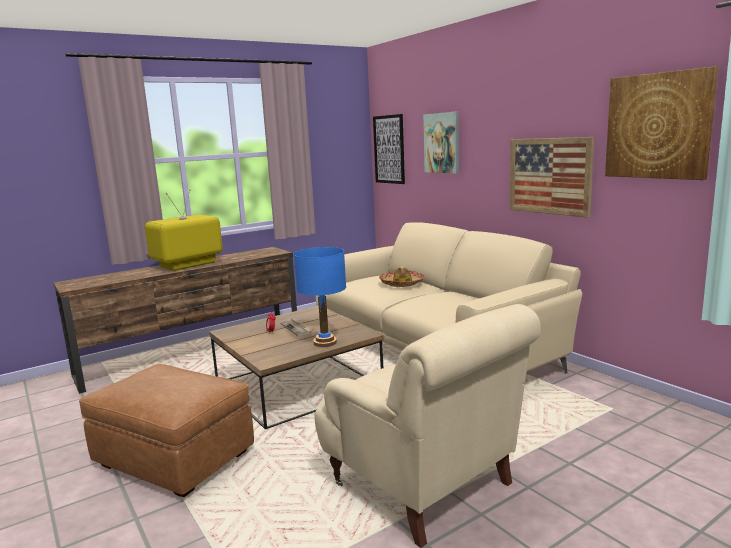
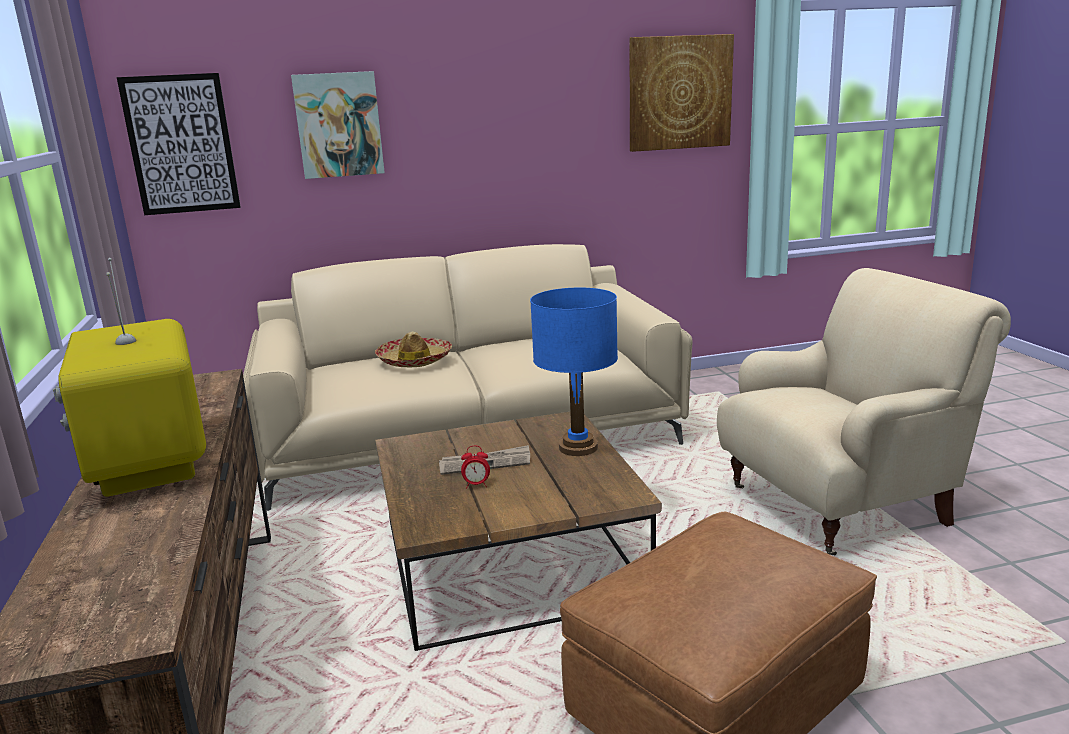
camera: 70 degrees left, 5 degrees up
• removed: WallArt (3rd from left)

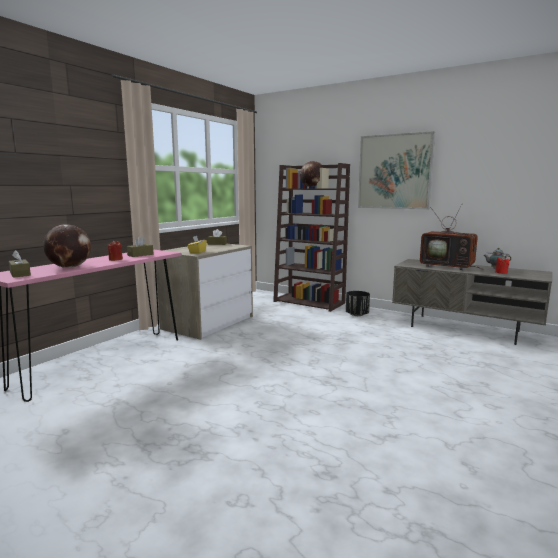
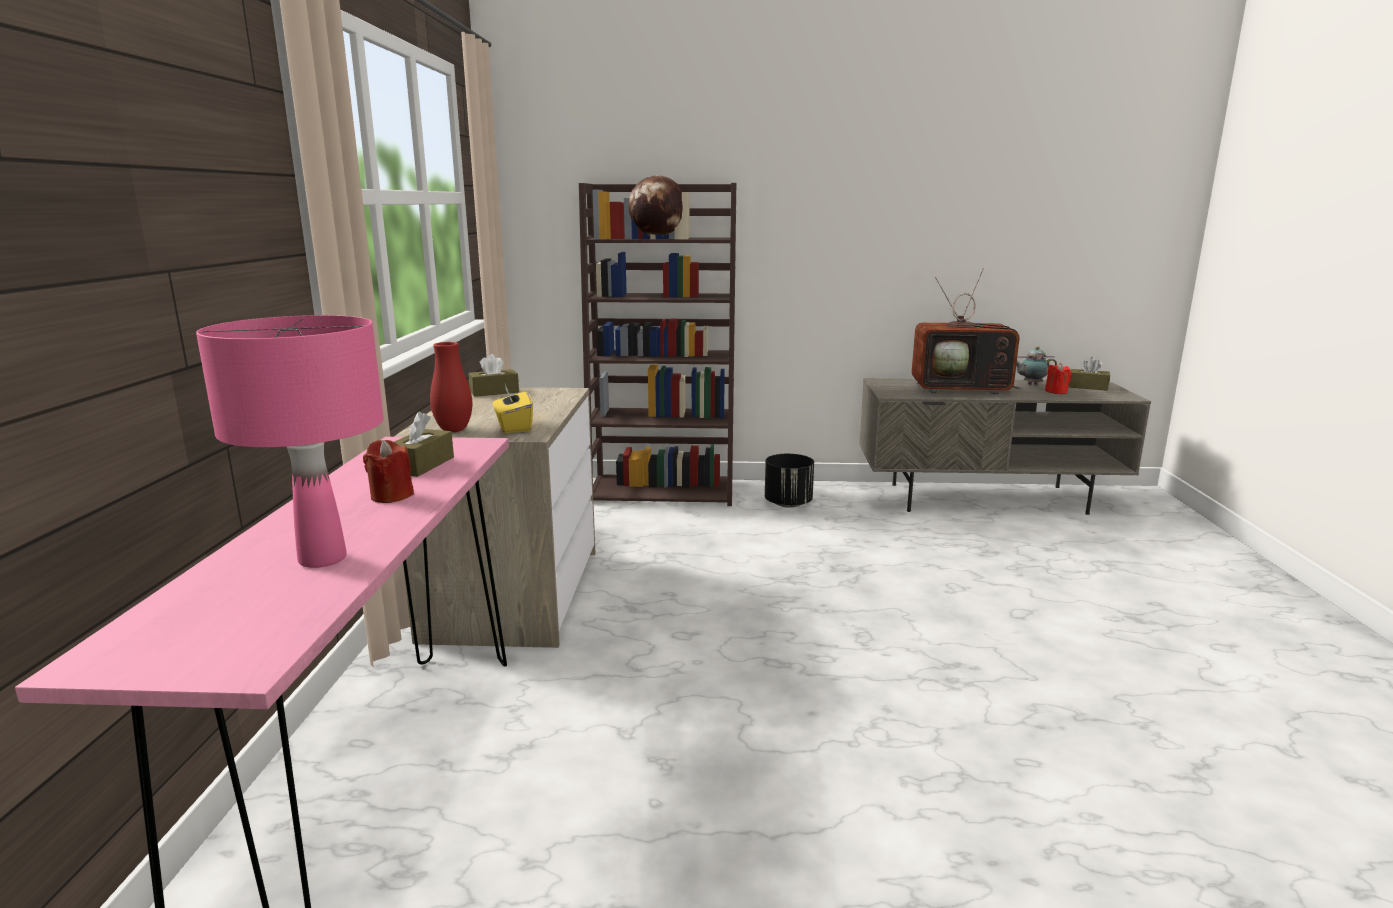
camera: 30 degrees left, 5 degrees up
• removed: WallArt
• replaced: DeskGlobe (1st from left) to PinkTableLamp
• moved: BrownBoxOfTissues (1st from left in the first image) to BrownBoxOfTissues (3rd from left)
• added: RedColouredVase

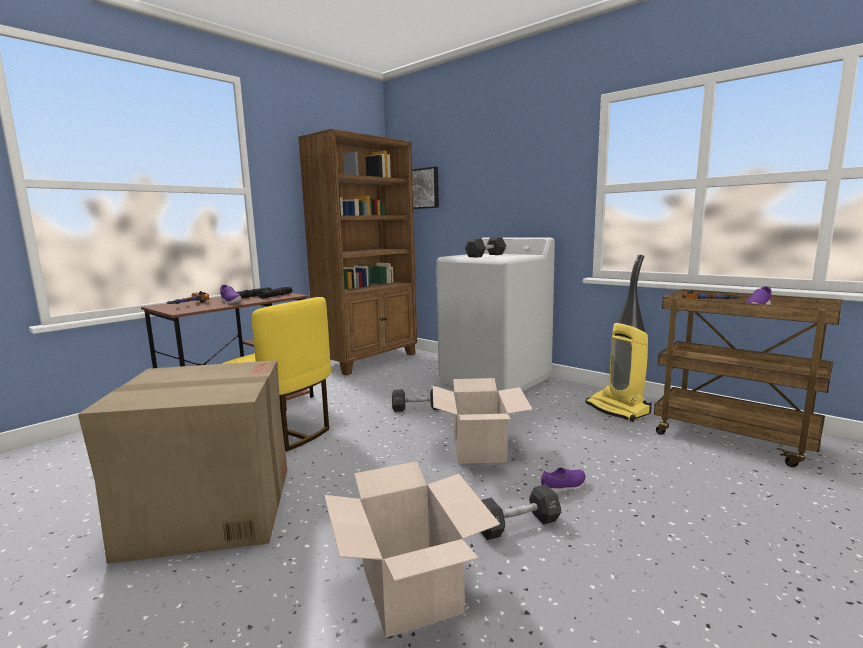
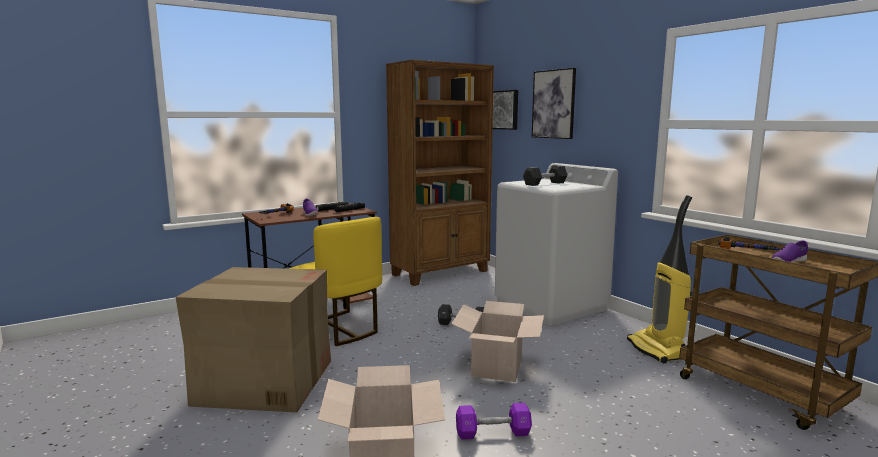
camera: 15 degrees right, 0 degrees up
• removed: PurpleColouredItemOfFootwear (2nd from left)
• recoloured: BlackishHandWeight (3rd from left) to PurpleColouredHandWeight
• added: WallArt (2nd from left)

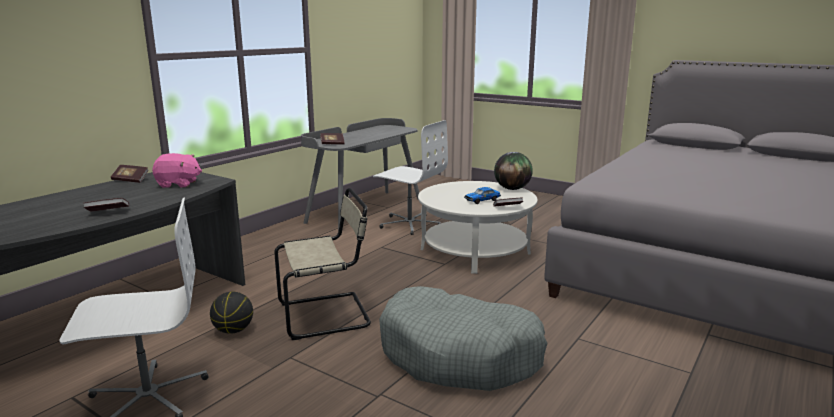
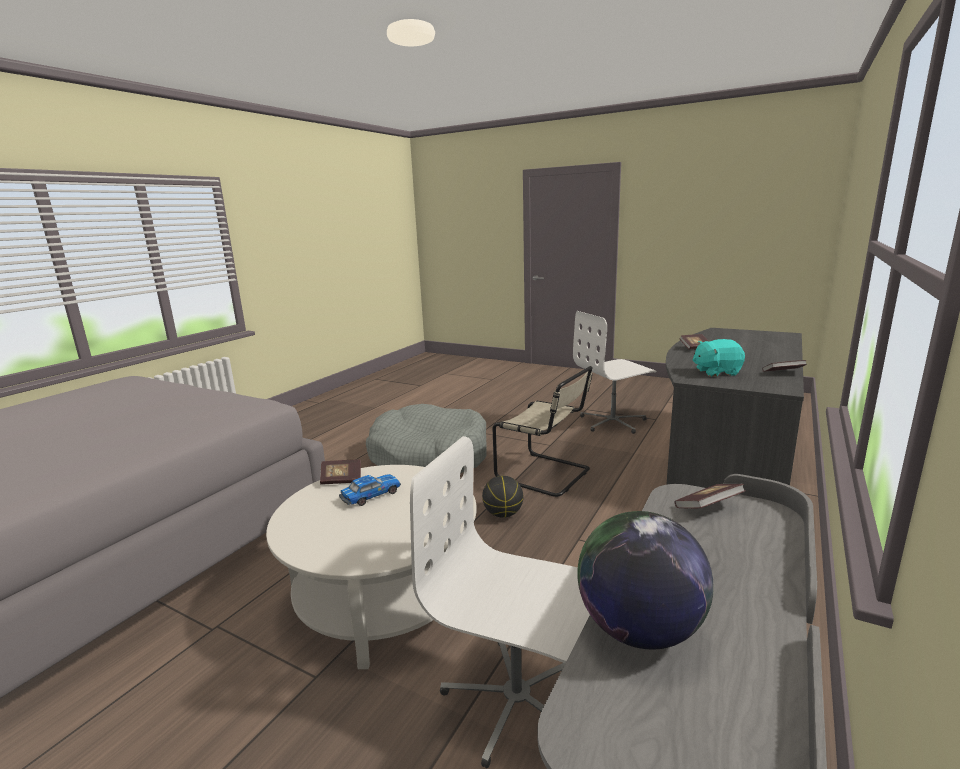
camera: 175 degrees right, 0 degrees up
• moved: DeskGlobe
• recoloured: PinkCuddlyToy to BlueGreenCuddlyToy
• turned: BeigeChair 120 degrees counterclockwise
• moved: BasketballBall

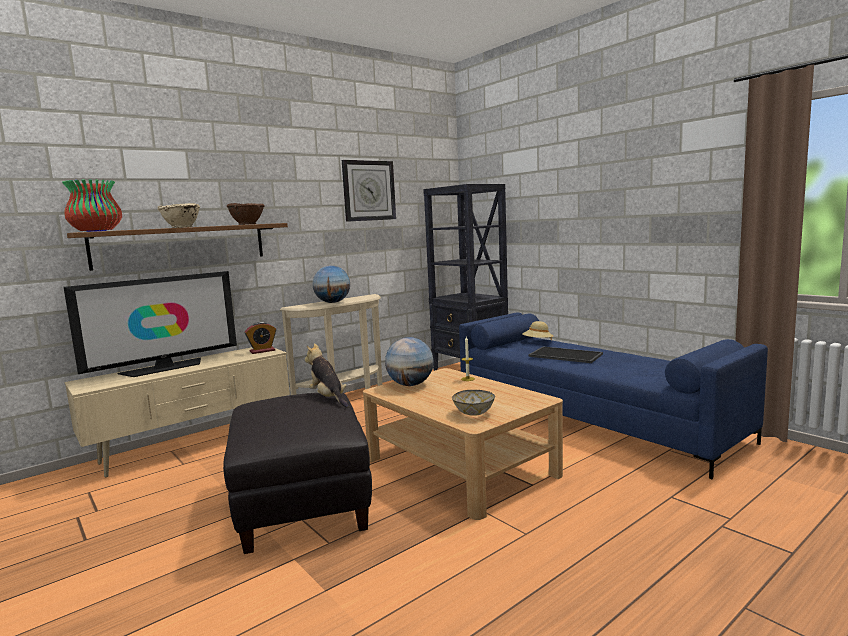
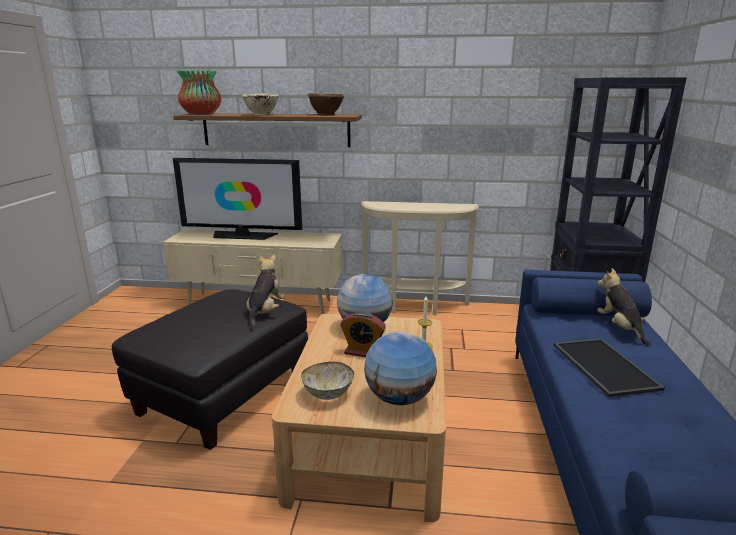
camera: 45 degrees right, 10 degrees up
• removed: ClockOnTheWall
• moved: DeskGlobe (1st from left in the first image) to DeskGlobe (2nd from left)
• replaced: BeigeClothingHat to CuddlyToy (2nd from left)
• moved: BedsideClock

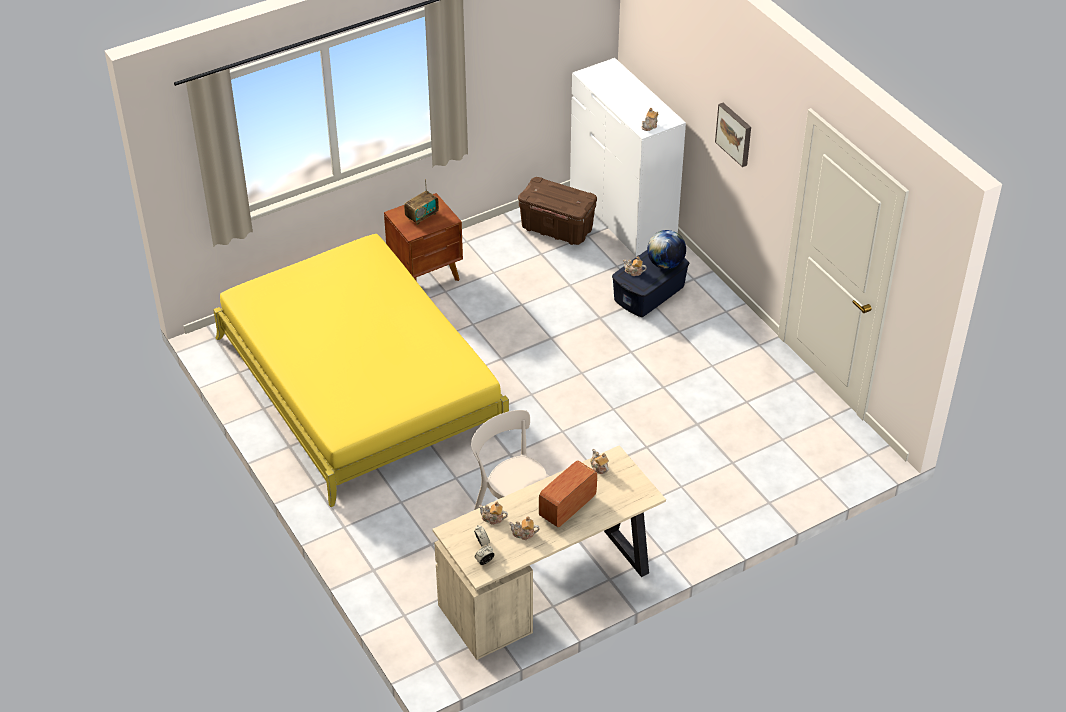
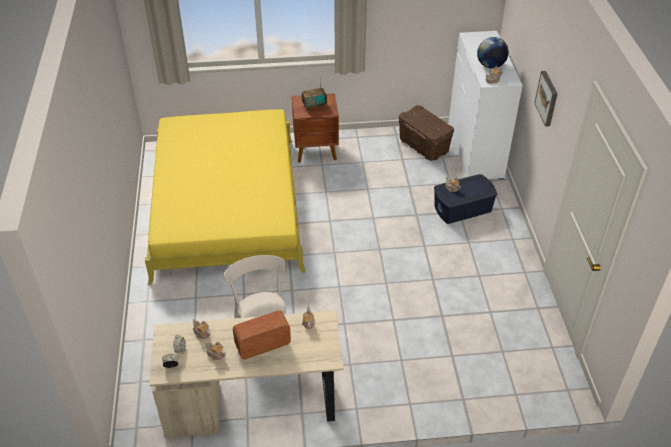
camera: 25 degrees right, 0 degrees up
• moved: DeskGlobe

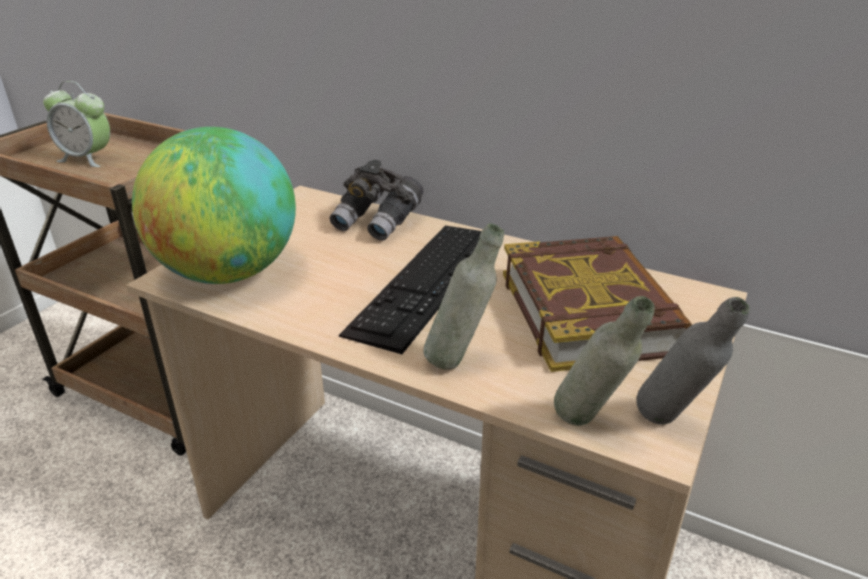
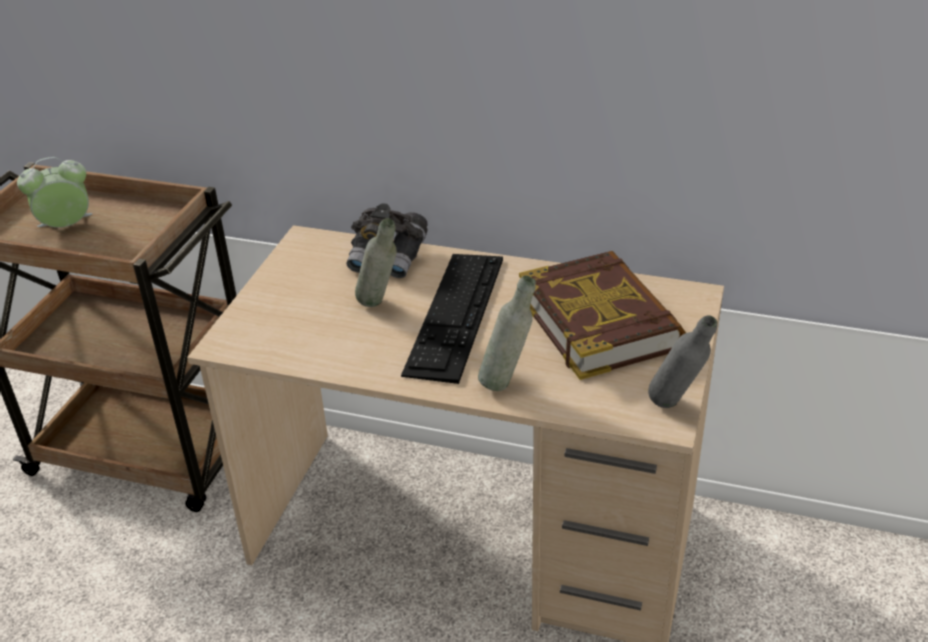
camera: 10 degrees left, 5 degrees up
• turned: BedsideClock 150 degrees clockwise
• removed: DeskGlobe
• moved: GrayBottle (2nd from left in the first image) to GrayBottle (1st from left)

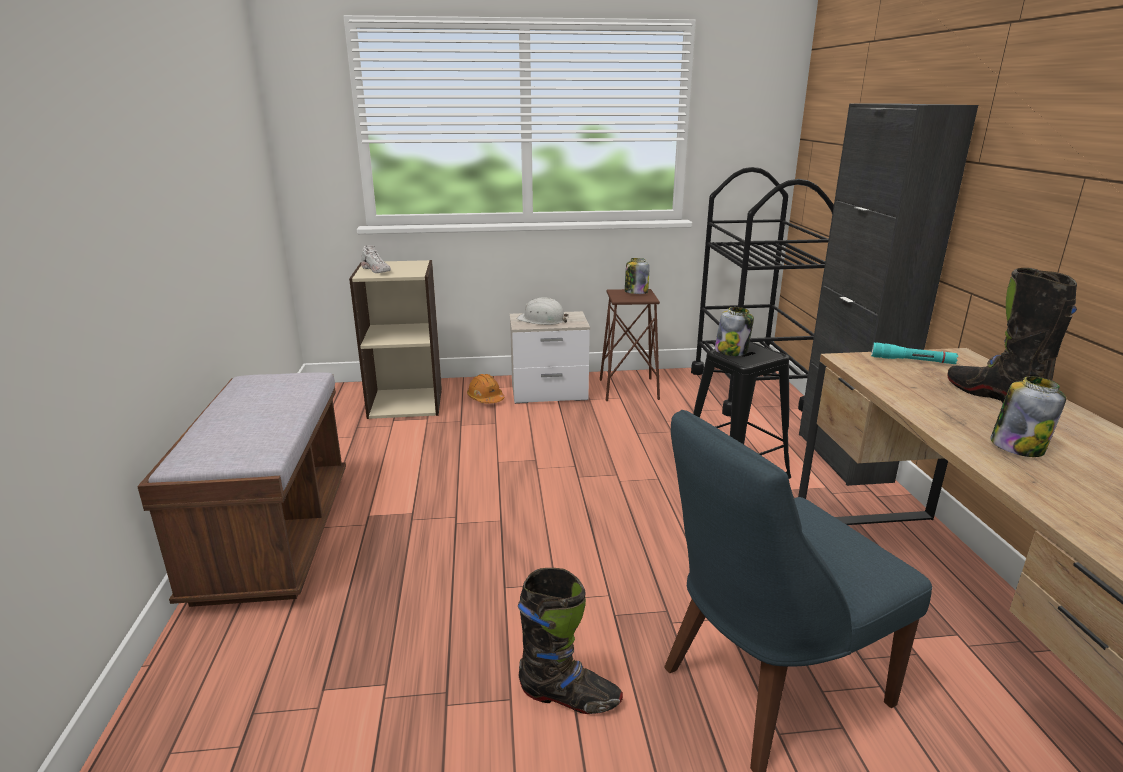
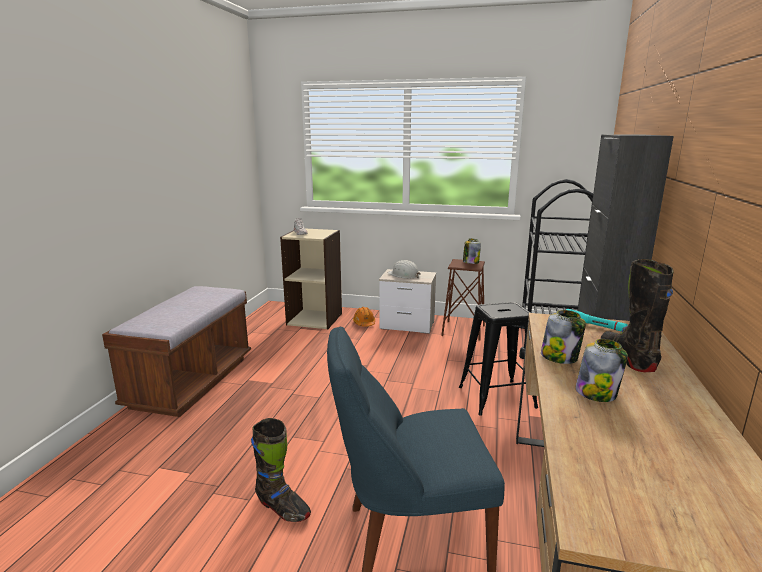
camera: 20 degrees right, 5 degrees down
• moved: PreserveJar (2nd from left)

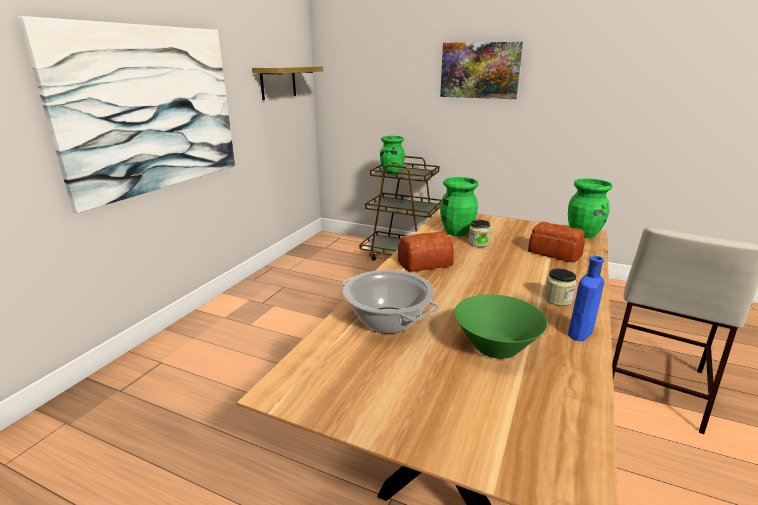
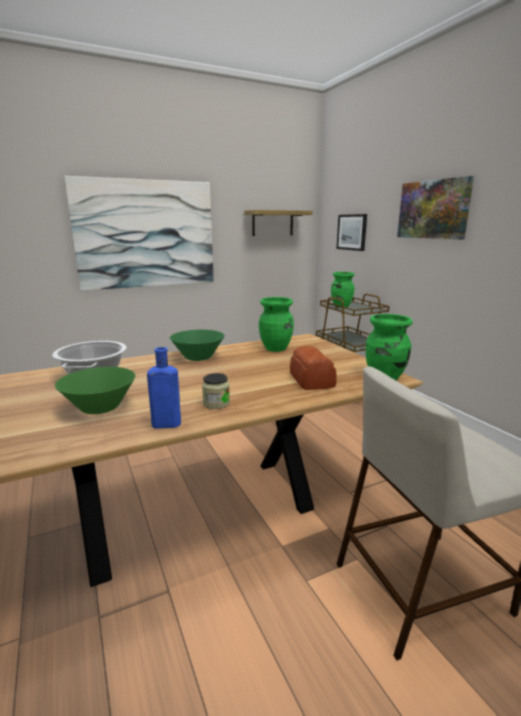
camera: 40 degrees right, 5 degrees down
• removed: PreserveJar (1st from left)
• replaced: BakeryBread (1st from left) to GreenServingBowl (2nd from left)
• added: WallArt (2nd from left)

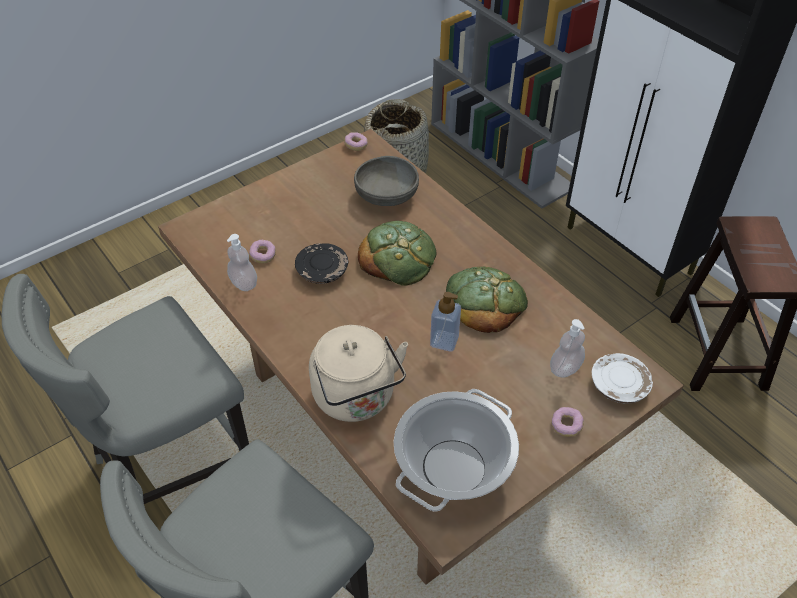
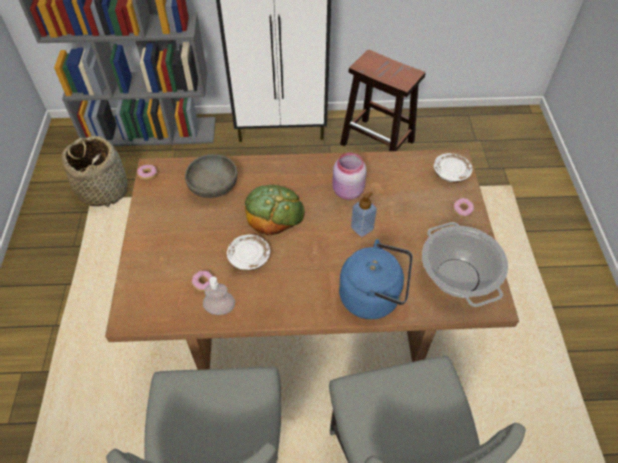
camera: 55 degrees left, 5 degrees up
• recoloured: BlackishFlatDish to WhiteColouredFlatDish (1st from left)
• replaced: BakeryBread (2nd from left) to PinkPreserveJar
• removed: SoapDispenser (3rd from left)
• recoloured: BeigeKettle to BlueColouredKettle

